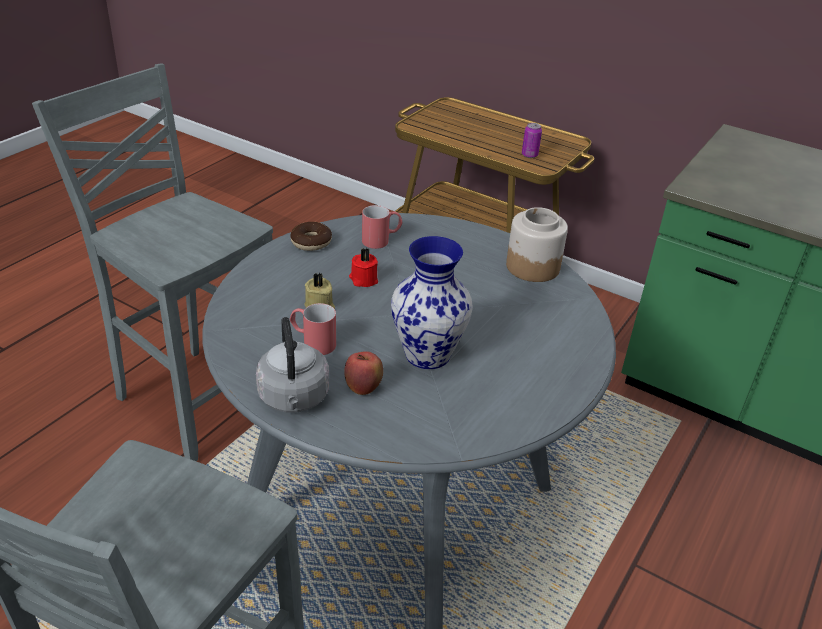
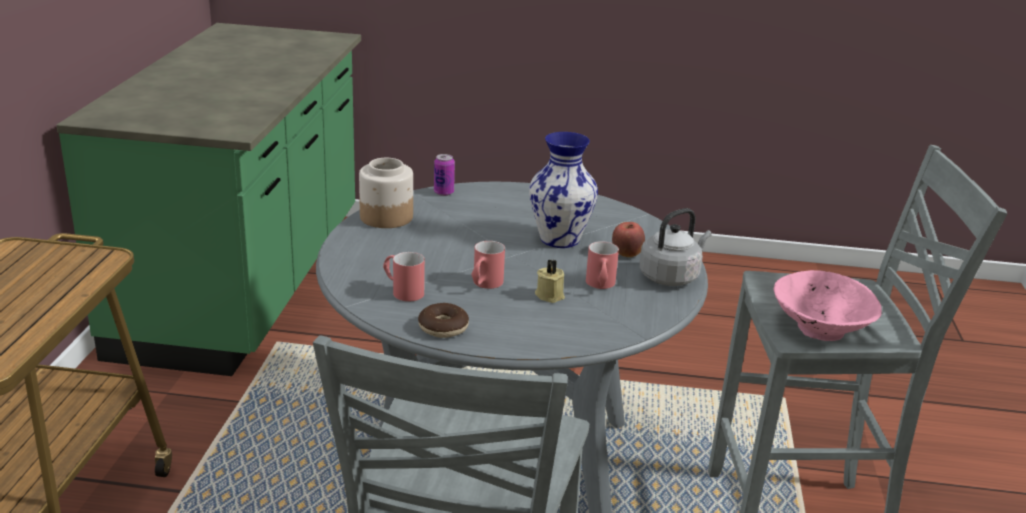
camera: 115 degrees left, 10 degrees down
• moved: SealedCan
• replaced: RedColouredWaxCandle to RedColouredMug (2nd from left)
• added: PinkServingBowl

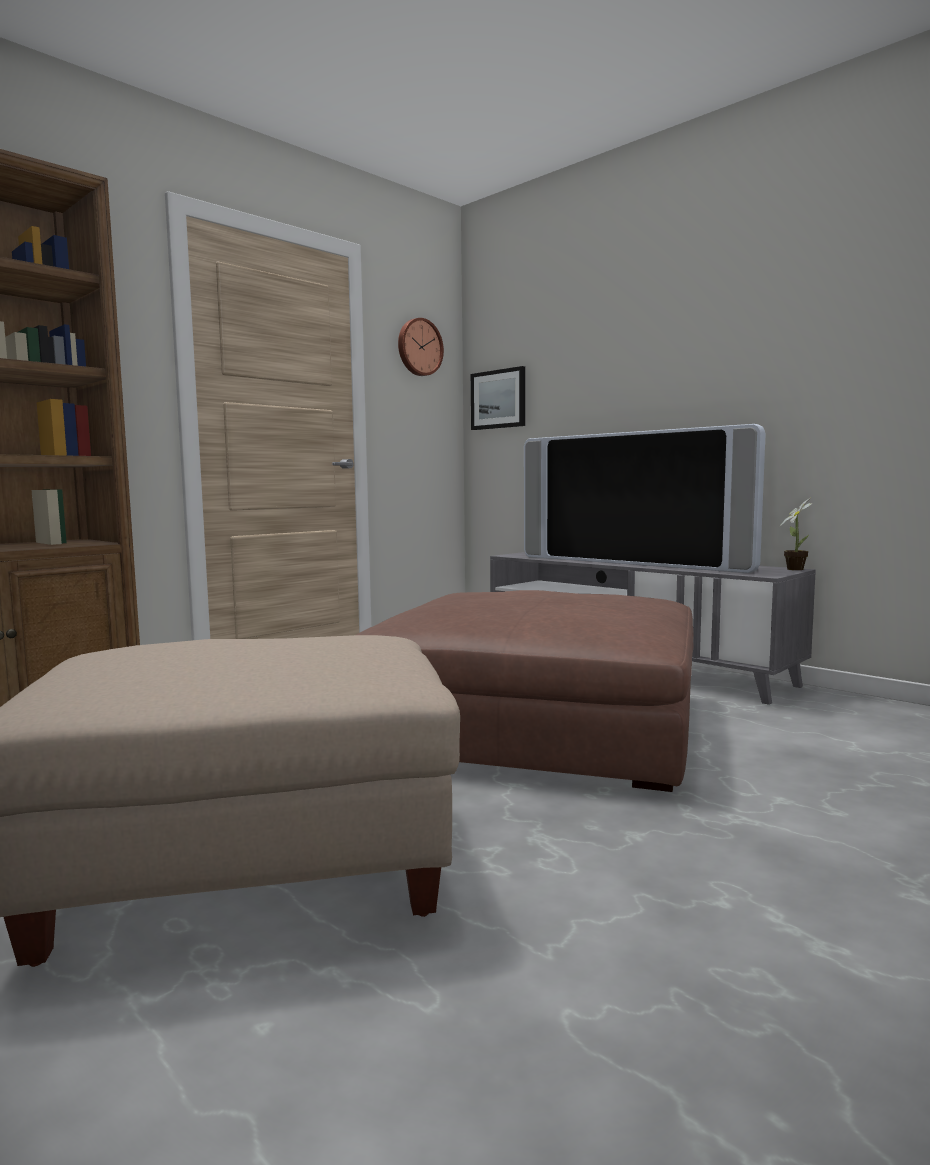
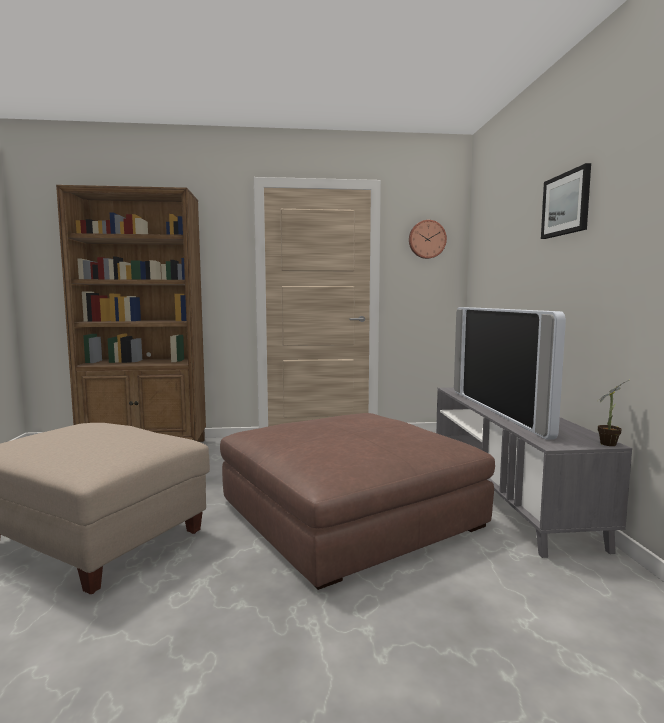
camera: 40 degrees right, 0 degrees up
• moved: WallArt

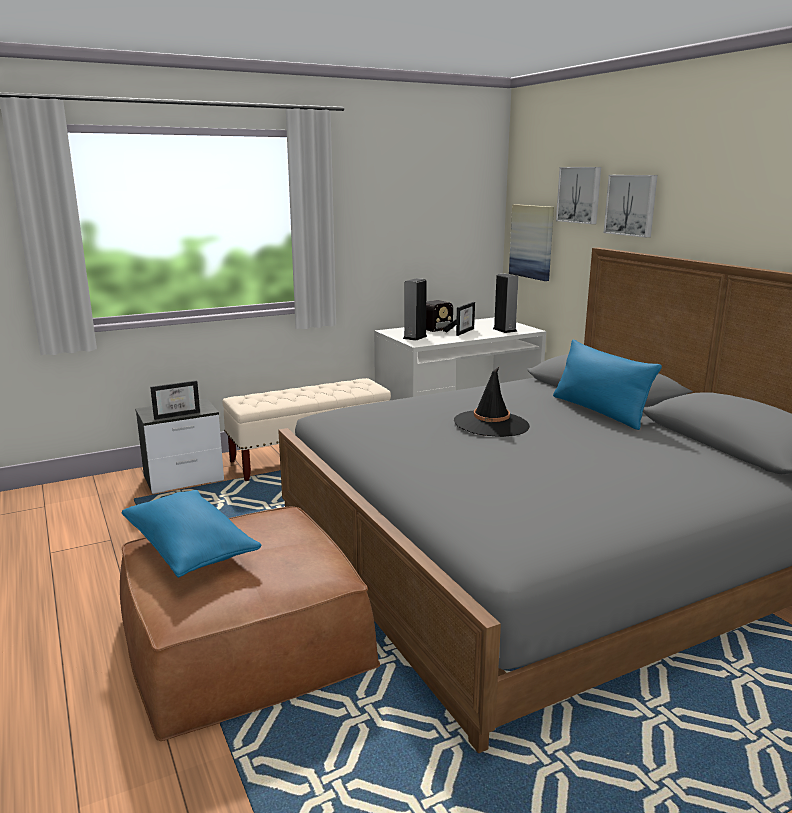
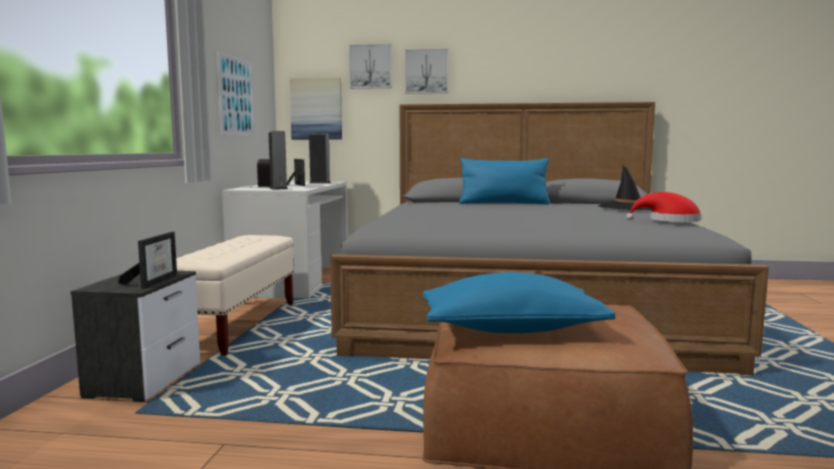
camera: 55 degrees left, 10 degrees down
• moved: BlackishClothingHat
• added: WallArt (1st from left)
• added: RedColouredClothingHat

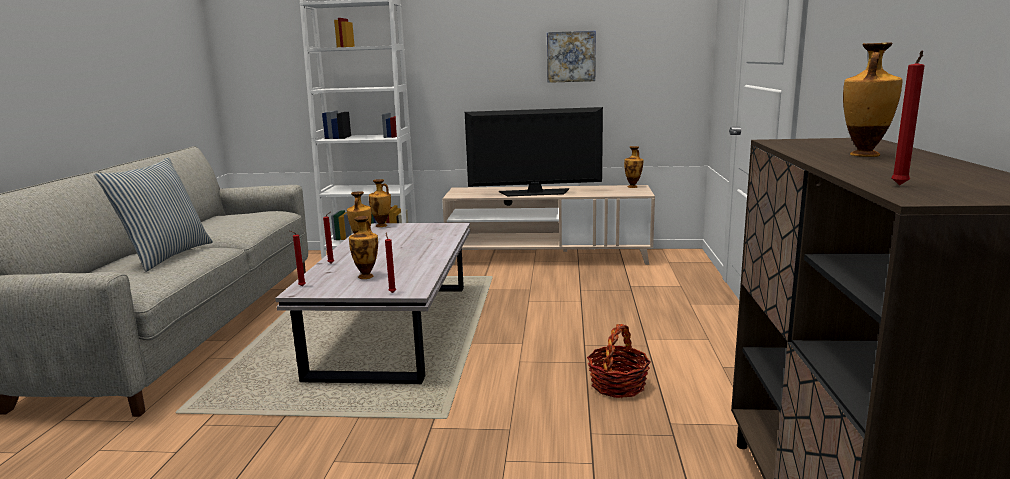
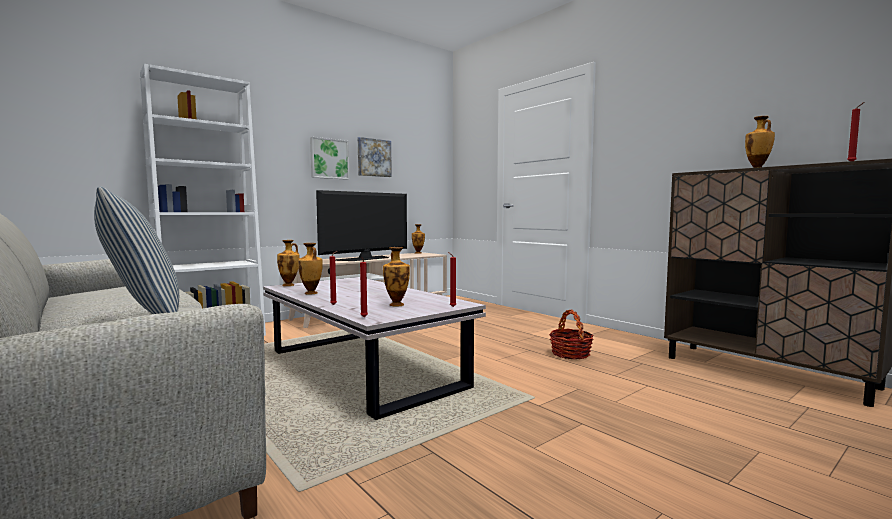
camera: 45 degrees left, 10 degrees down
• added: WallArt (1st from left)

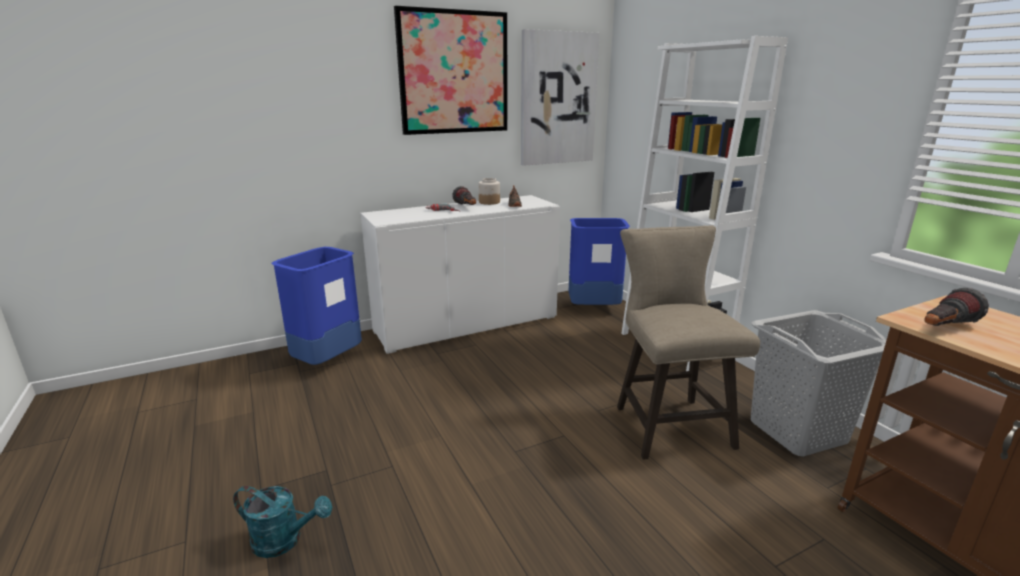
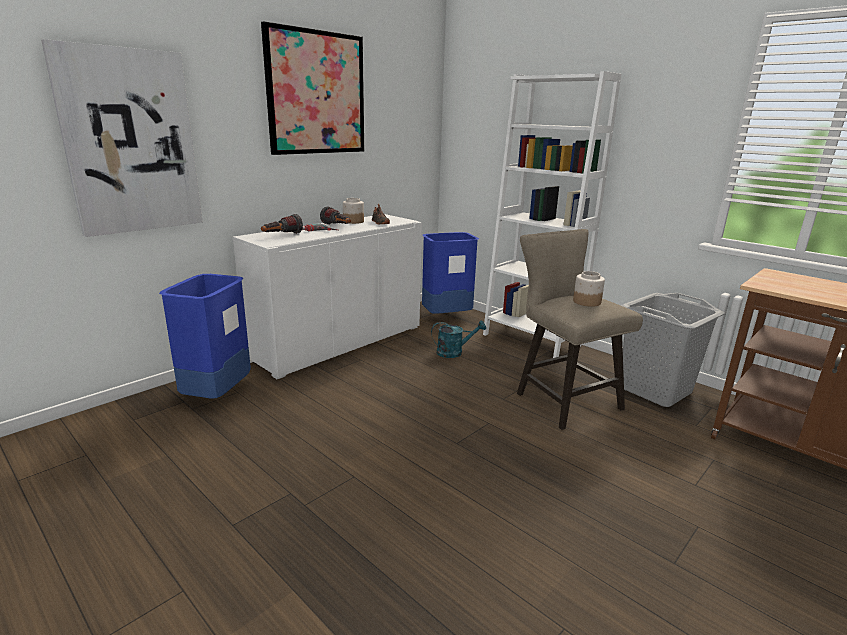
camera: 20 degrees left, 0 degrees up
• moved: WallArt (2nd from left in the first image) to WallArt (1st from left)
• moved: Torch (2nd from left in the first image) to Torch (1st from left)
• moved: BlueGreenWateringCan
• added: PreserveJar (2nd from left)

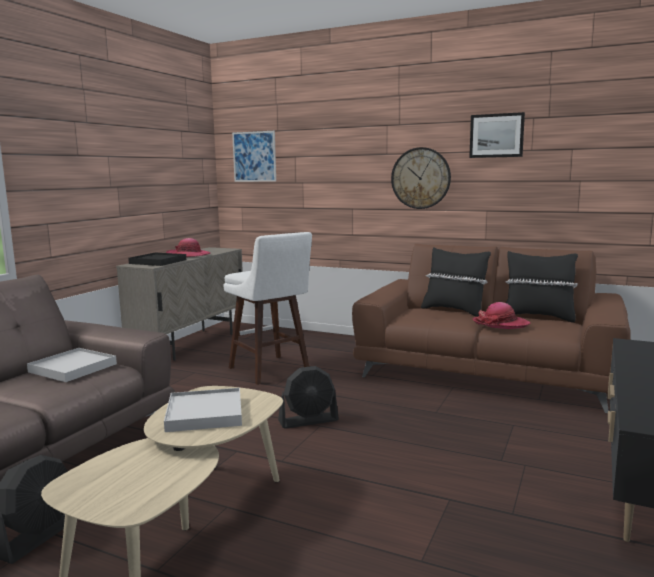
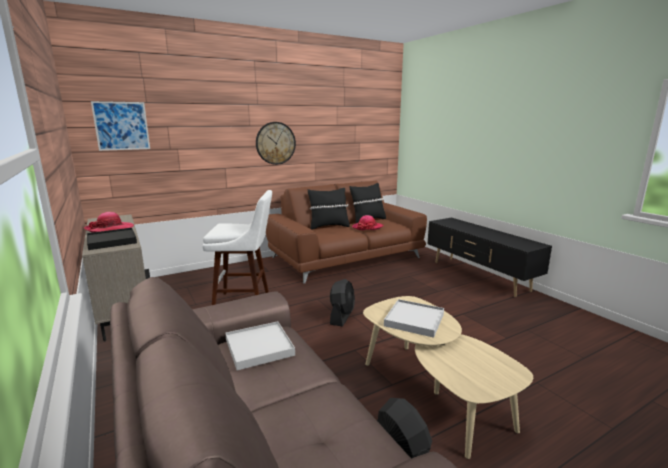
camera: 55 degrees left, 5 degrees up
• removed: WallArt (2nd from left)

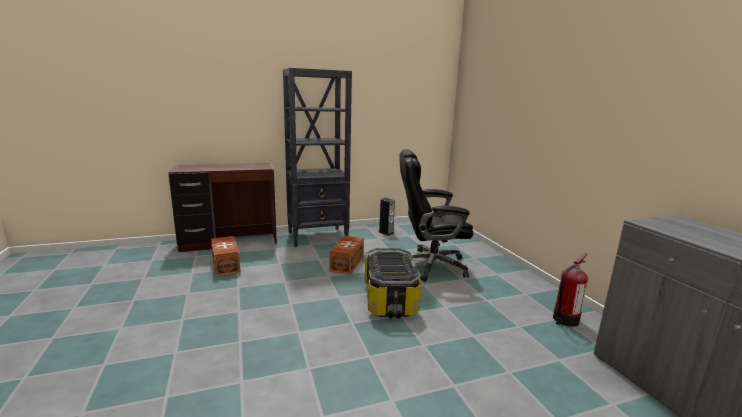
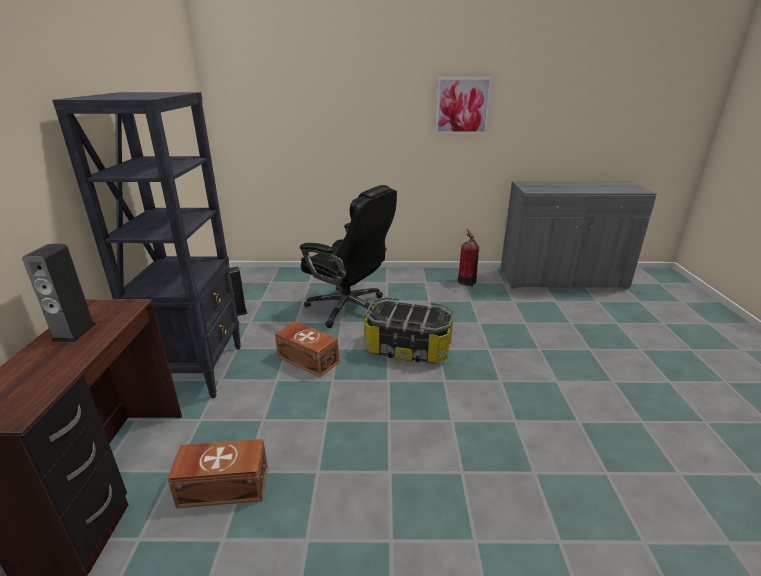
camera: 70 degrees left, 10 degrees up
• turned: BlackishDeskChair 75 degrees counterclockwise
• added: WallArt
• added: Loudspeaker (1st from left)

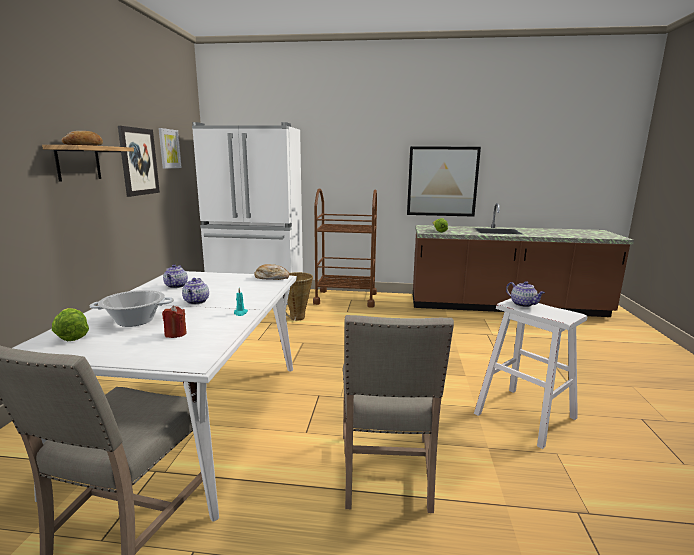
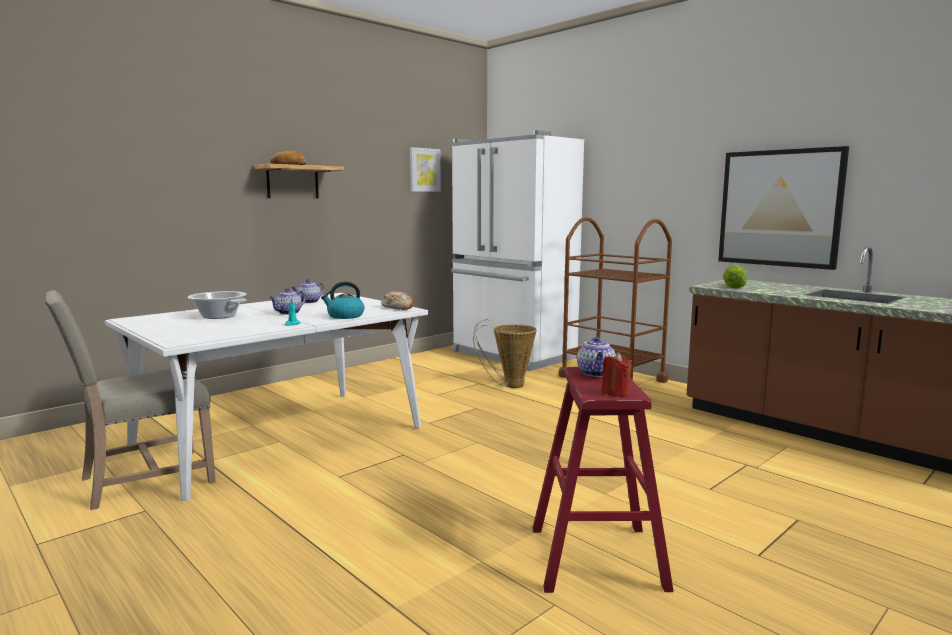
camera: 40 degrees right, 5 degrees down
• removed: WallArt (1st from left)
• recoloured: WhiteColouredSittingStool to RedColouredSittingStool
• moved: RedColouredWaxCandle
• removed: Lettuce (1st from left)
• removed: BeigeChair (2nd from left)
• added: Kettle

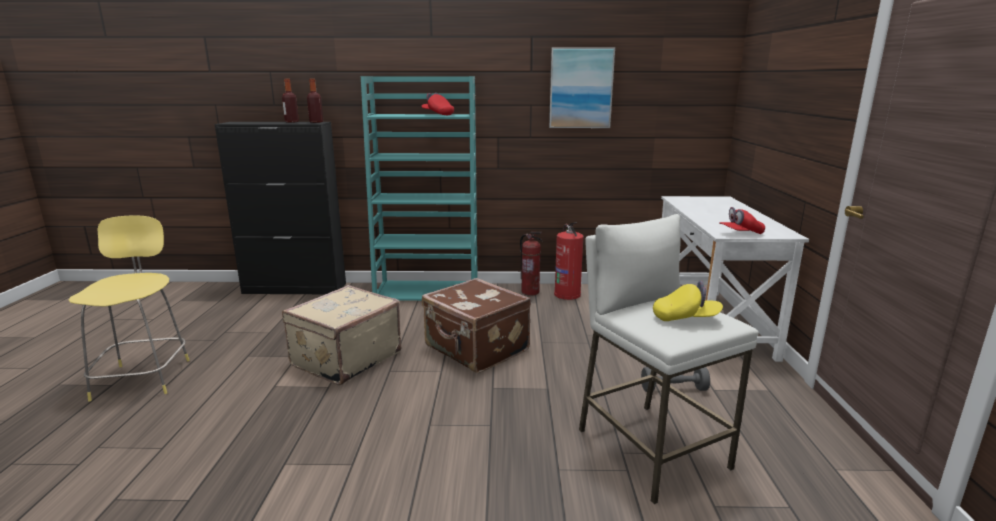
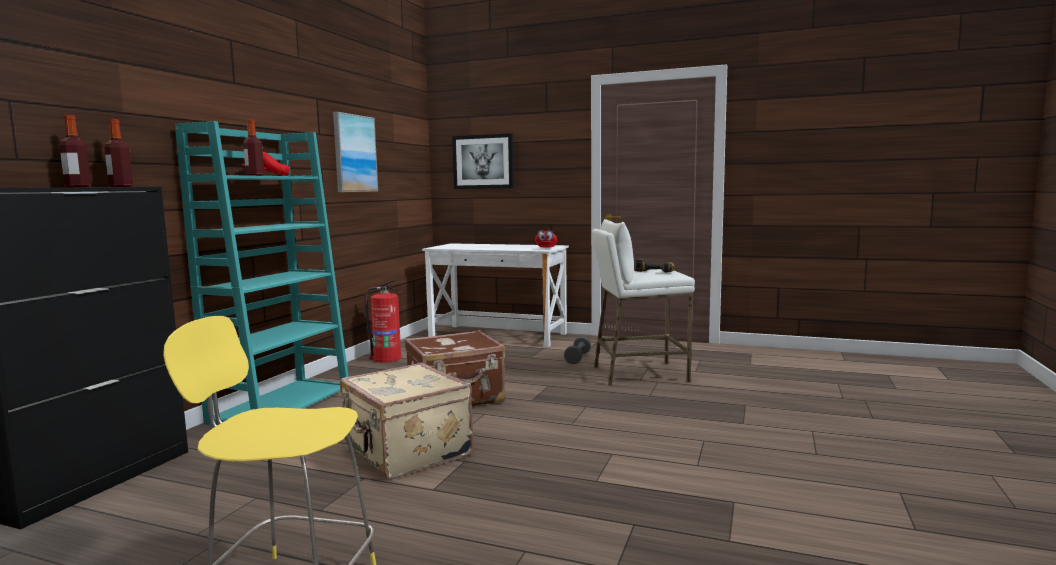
camera: 70 degrees left, 10 degrees down
• removed: FireFightingCylinder (1st from left)
• replaced: YellowColouredCap to PowerDrill
• added: Bottle (3rd from left)
• added: WallArt (2nd from left)

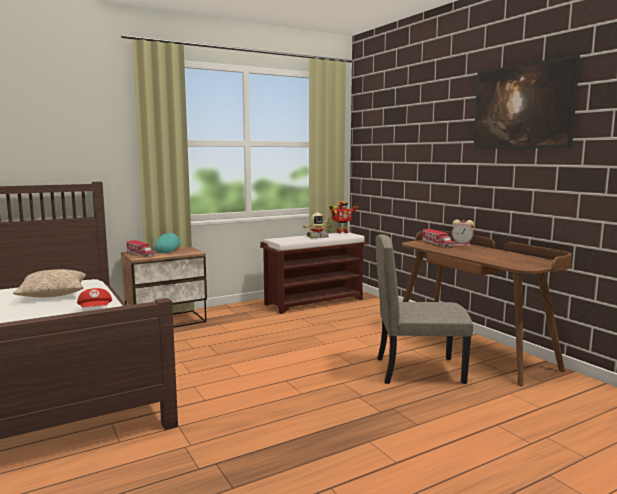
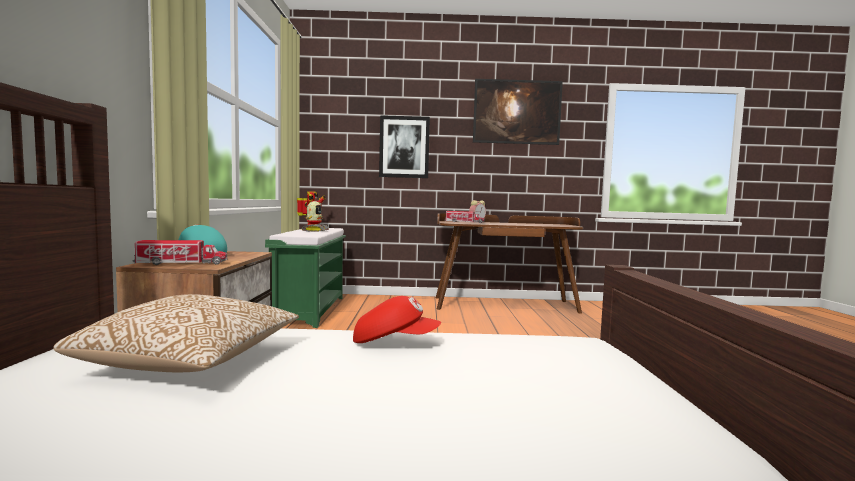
camera: 60 degrees left, 5 degrees down
• recoloured: BrownIndoorBench to GreenIndoorBench
• removed: BeigeChair
• added: WallArt (1st from left)

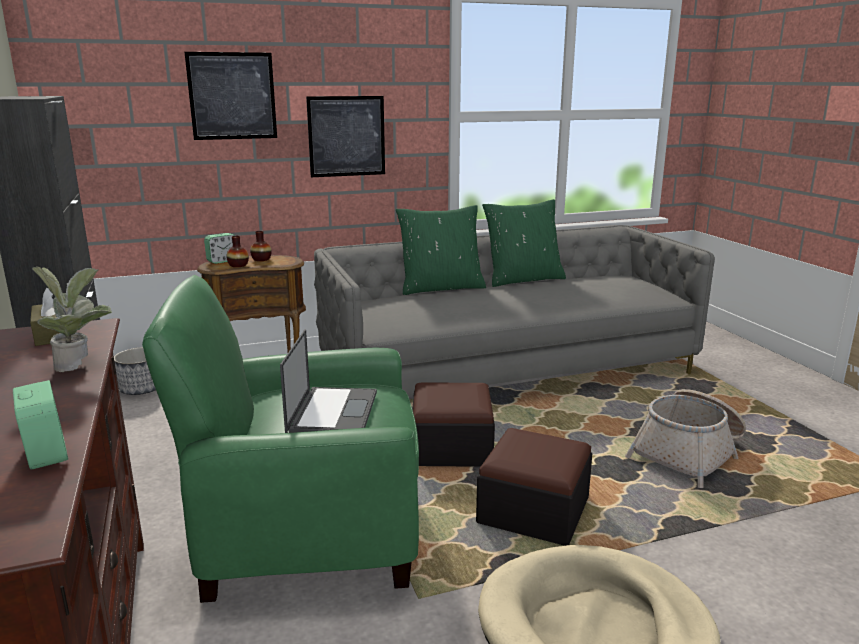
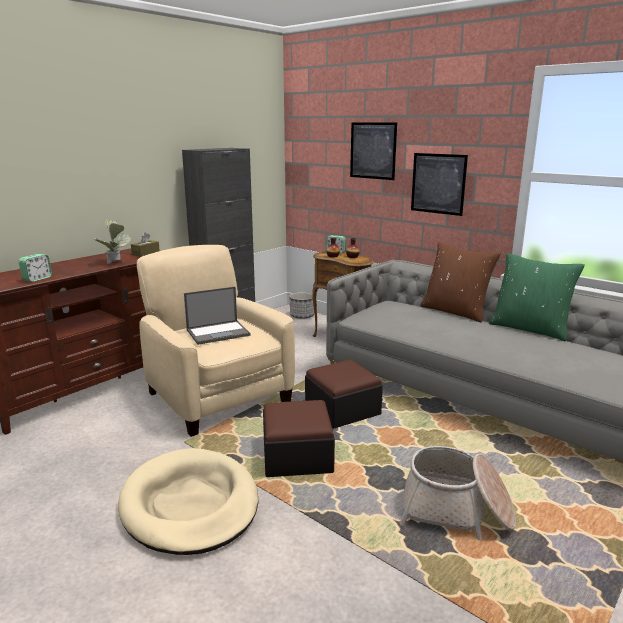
camera: 60 degrees right, 0 degrees up
• recoloured: GreenCushion (1st from left) to BrownCushion
• recoloured: GreenLoungeChair to BeigeLoungeChair

